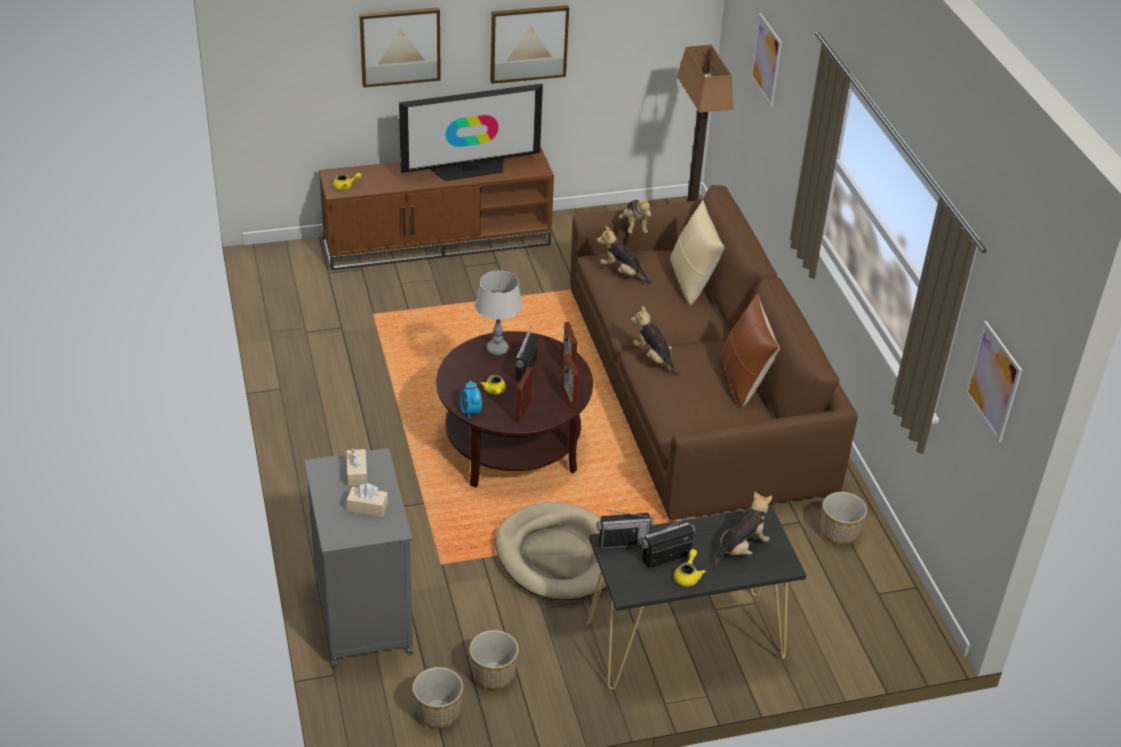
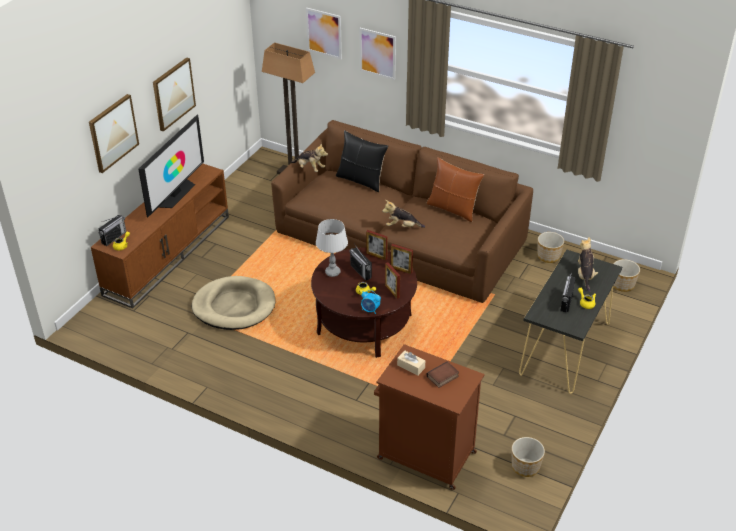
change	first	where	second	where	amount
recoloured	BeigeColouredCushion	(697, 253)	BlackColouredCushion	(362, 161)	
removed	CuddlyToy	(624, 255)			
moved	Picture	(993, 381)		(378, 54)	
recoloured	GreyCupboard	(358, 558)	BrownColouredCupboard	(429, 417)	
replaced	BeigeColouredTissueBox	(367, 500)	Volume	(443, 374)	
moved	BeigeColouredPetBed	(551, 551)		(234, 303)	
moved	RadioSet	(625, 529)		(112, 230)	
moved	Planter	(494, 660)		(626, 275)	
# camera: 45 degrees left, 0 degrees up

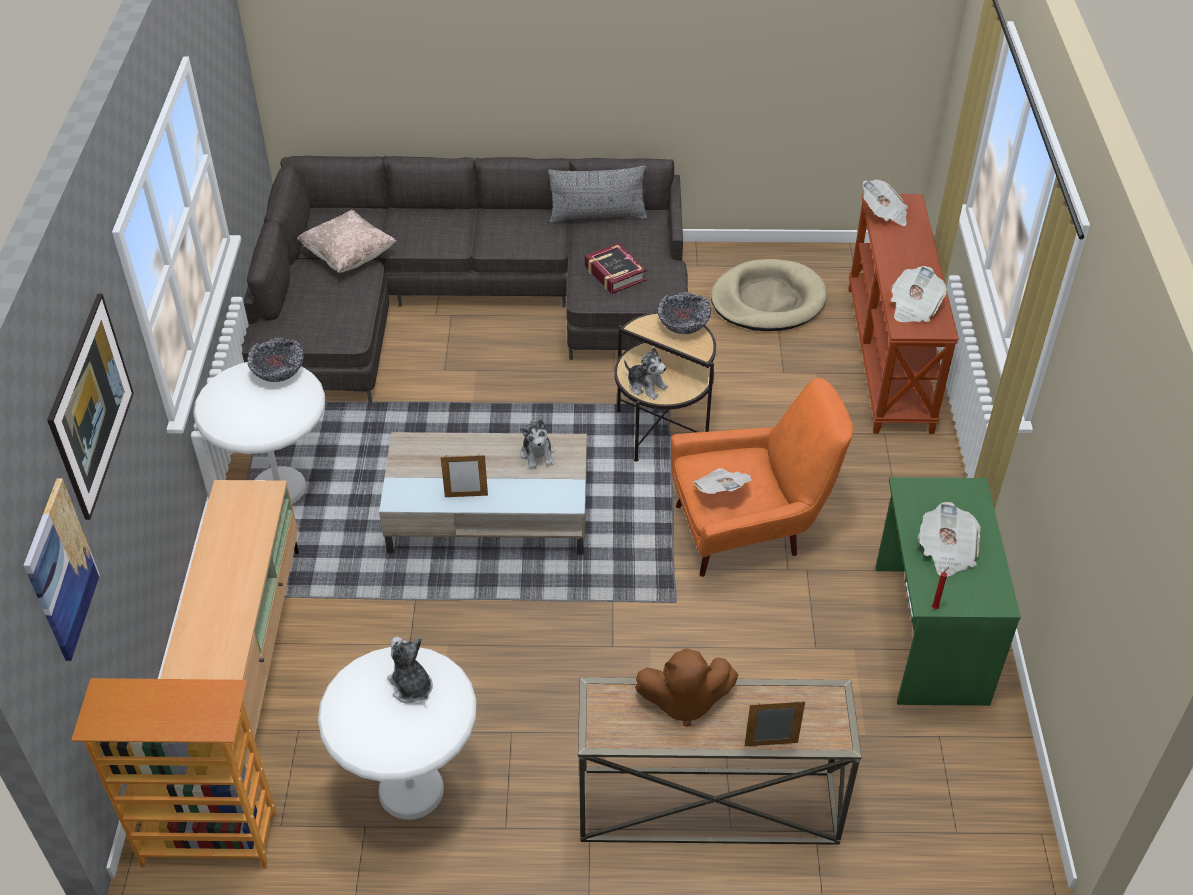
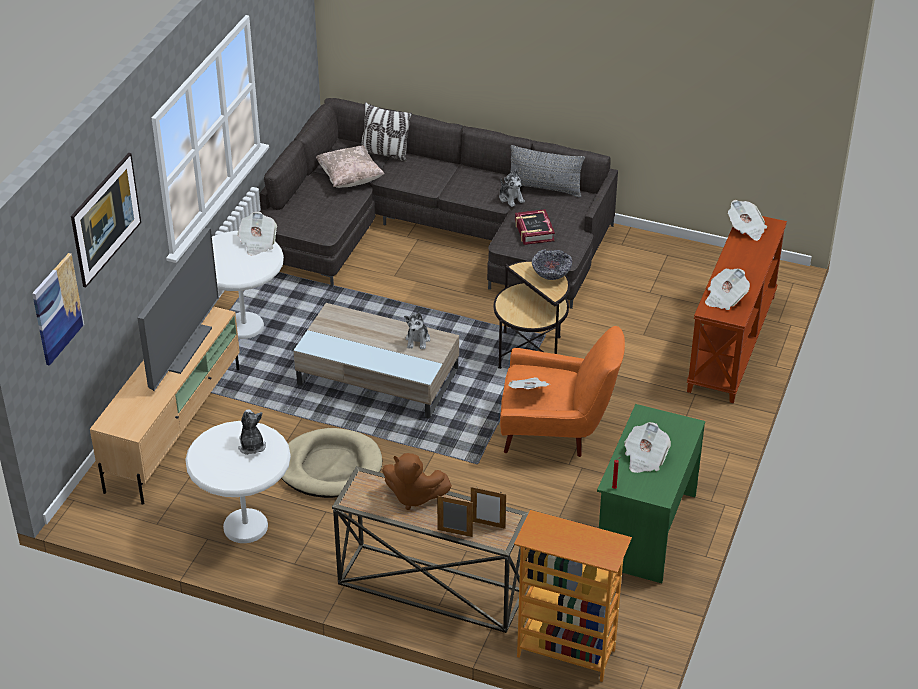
change	first	where	second	where	amount
moved	BeigeColouredPetBed	(769, 295)		(331, 463)	
replaced	ServingBowl	(275, 359)	PrintedPaper	(257, 234)	
moved	CuddlyToy	(646, 373)		(512, 188)	
moved	StandingFrame	(464, 476)		(488, 508)	
moved	Bookshelf	(174, 773)		(573, 596)	
added			Cushion	(387, 132)	
added			Television	(178, 309)	
# camera: 20 degrees right, 5 degrees down

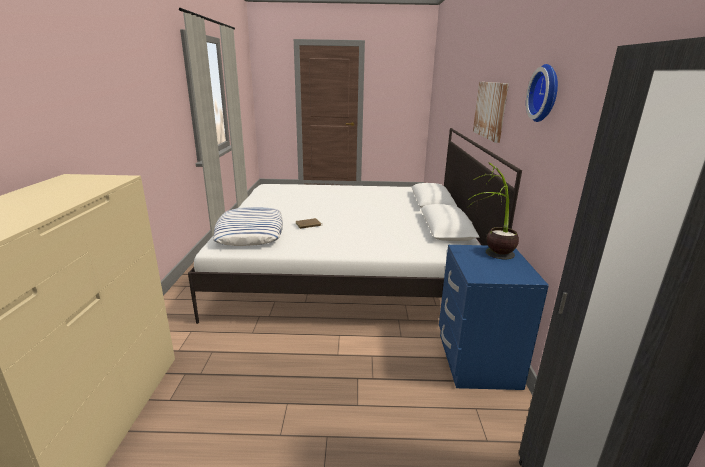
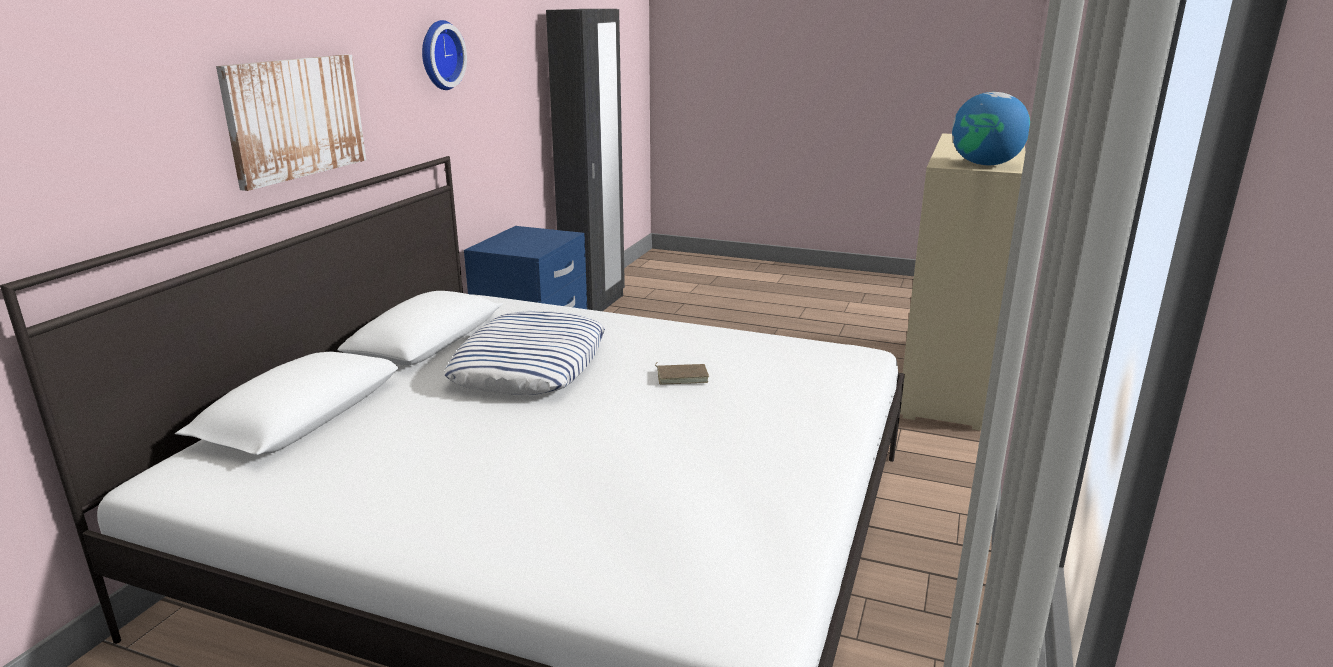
change	first	where	second	where	amount
removed	PlantInAPot	(493, 210)			
moved	Cushion	(248, 226)		(524, 353)	
added			DeskGlobe	(991, 128)	
# camera: 160 degrees left, 0 degrees up

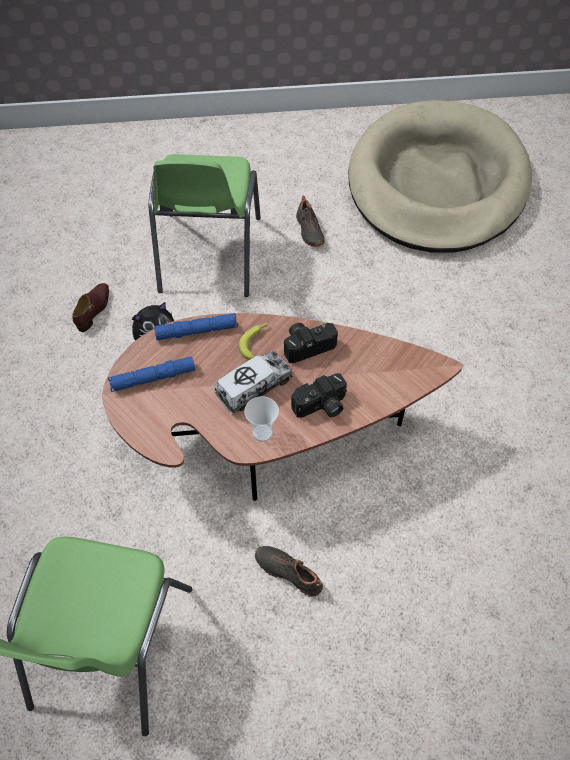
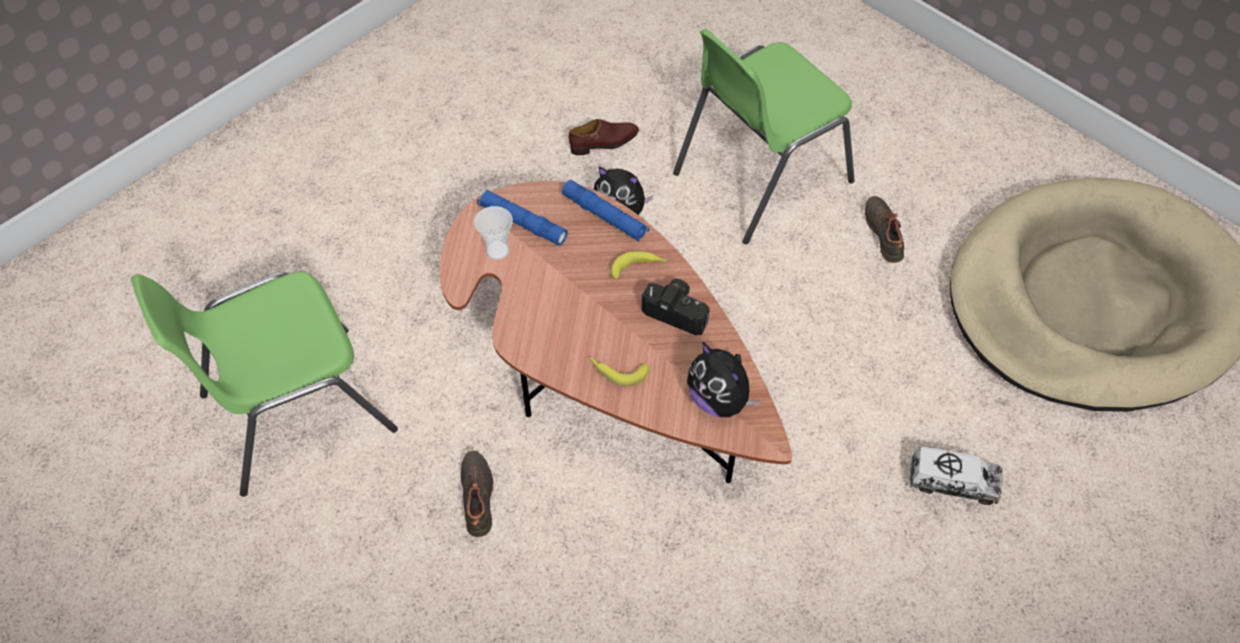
change	first	where	second	where	amount
turned	BlackColouredShoe	(310, 221)		(884, 229)	135 degrees clockwise
moved	ToyLorry	(254, 382)		(956, 476)	
replaced	PhotoCamera	(319, 395)	WholeBanana	(619, 372)	
moved	SmallCup	(261, 419)		(493, 233)	
added			CuddlyToy	(724, 379)	
# camera: 50 degrees right, 0 degrees up

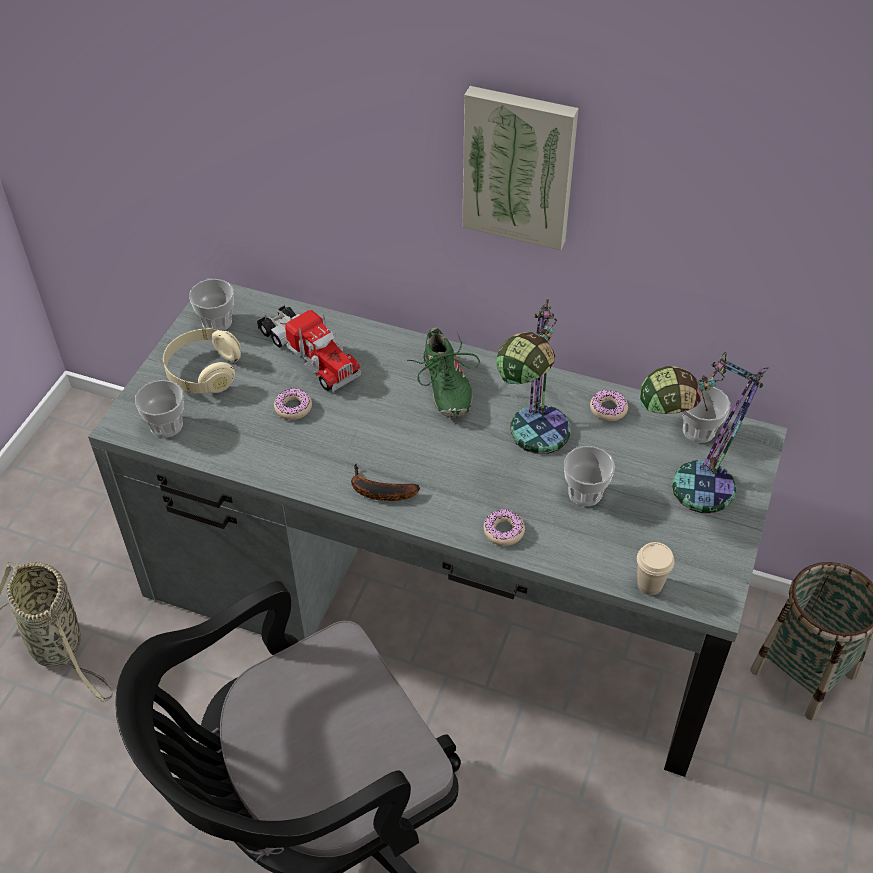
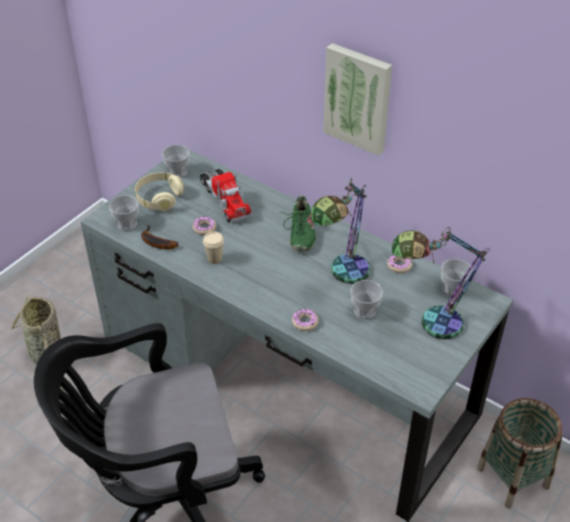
change	first	where	second	where	amount
moved	WholeBanana	(385, 482)		(160, 237)	
moved	BeigeColouredSmallCup	(655, 568)		(213, 247)	
# camera: 15 degrees right, 5 degrees down

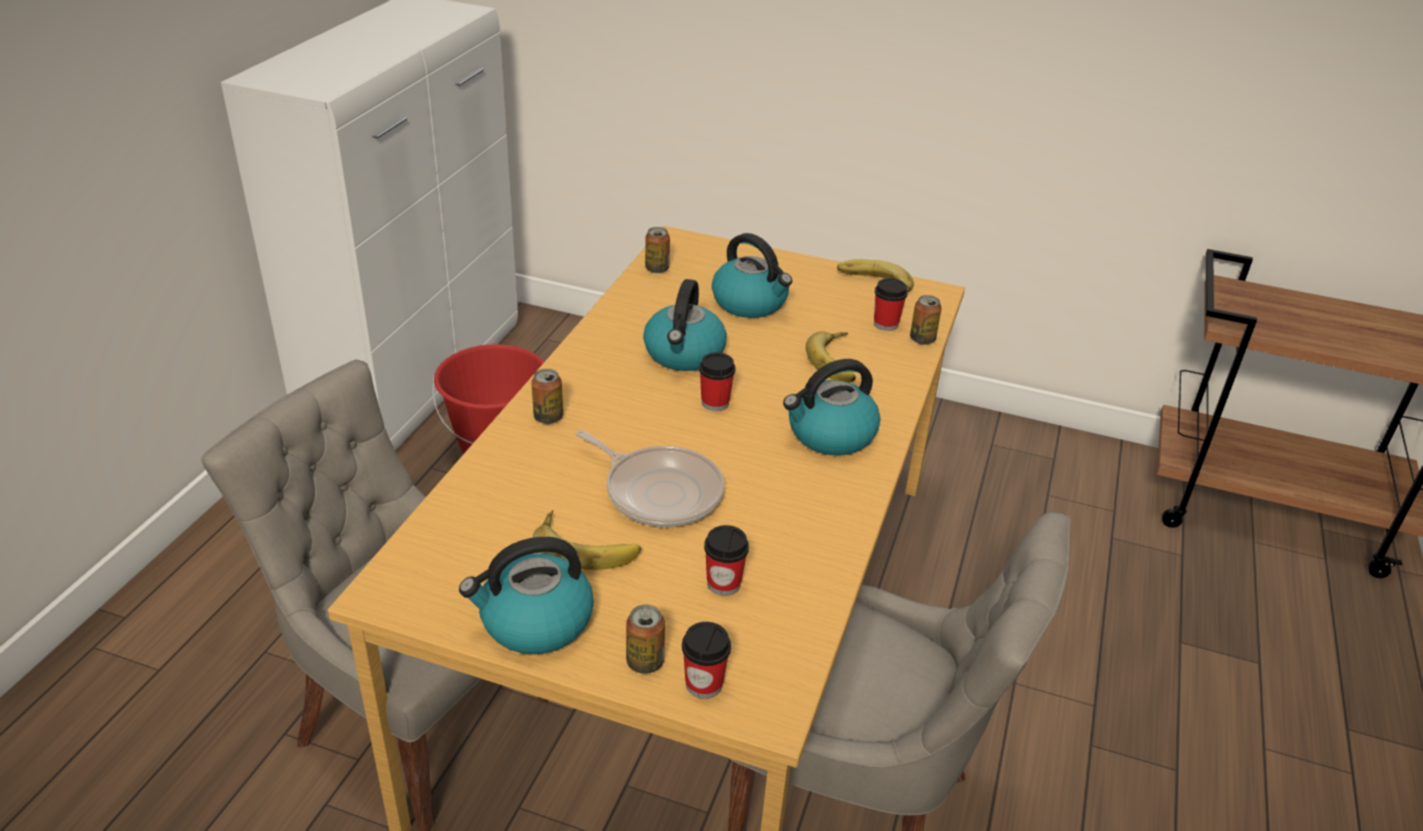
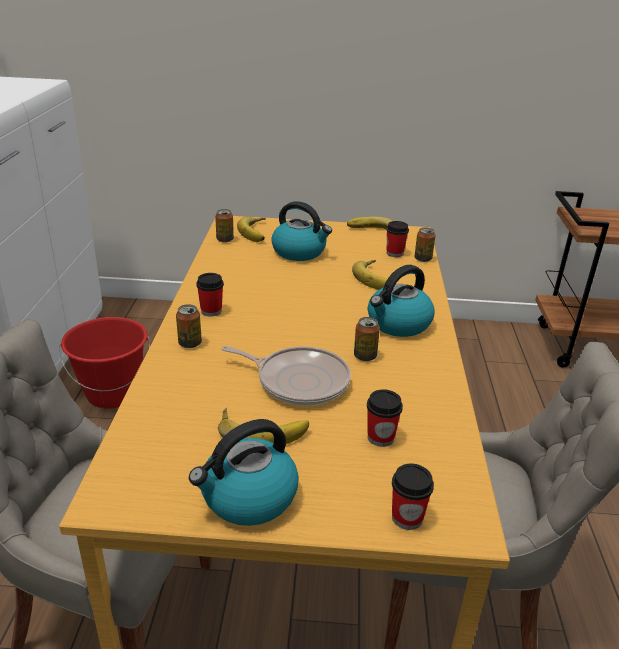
change	first	where	second	where	amount
removed	WaterKettle	(685, 325)			
moved	SmallCup	(717, 381)		(210, 294)	
moved	Can	(645, 639)		(367, 339)	
added			WholeBanana	(251, 229)	
# camera: 15 degrees left, 5 degrees down

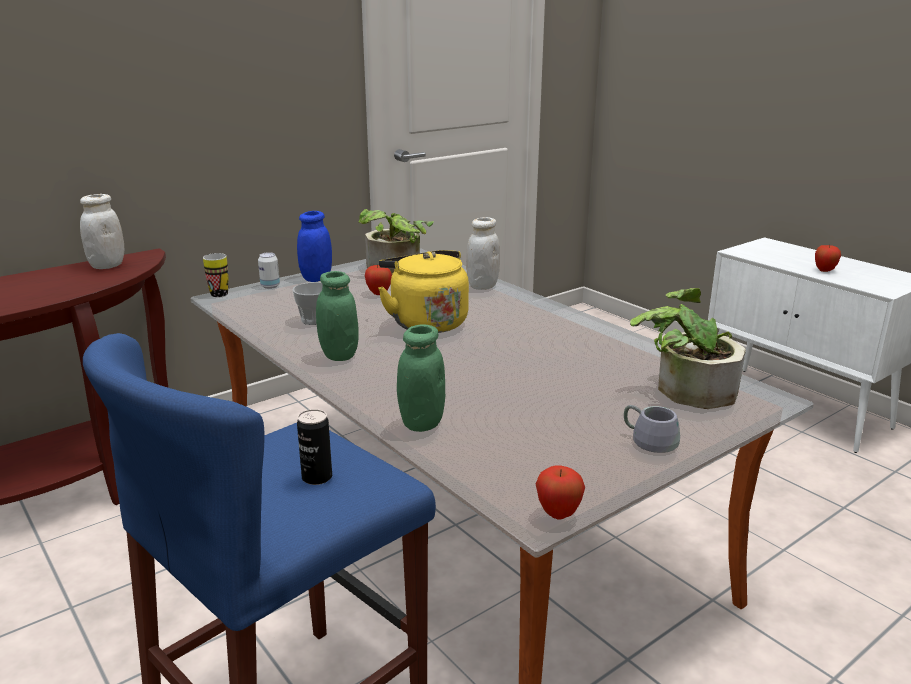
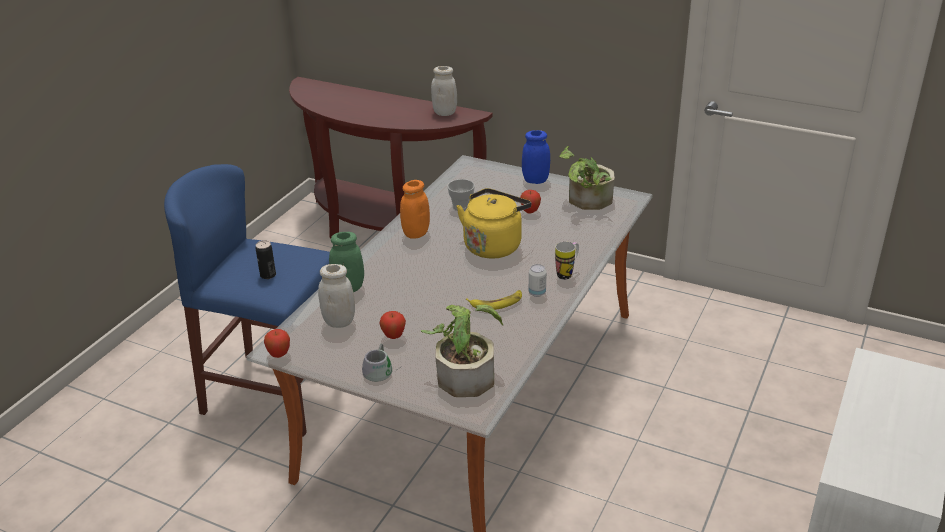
change	first	where	second	where	amount
moved	WhitishJar	(483, 253)		(336, 296)	
moved	AppleFruit	(828, 258)		(392, 325)	
moved	Can	(269, 270)		(537, 280)	
moved	CoffeeMug	(216, 275)		(567, 261)	
recoloured	GreenishJar	(337, 316)	OrangeColouredJar	(415, 209)	
added			WholeBanana	(494, 300)	
# camera: 65 degrees right, 10 degrees up

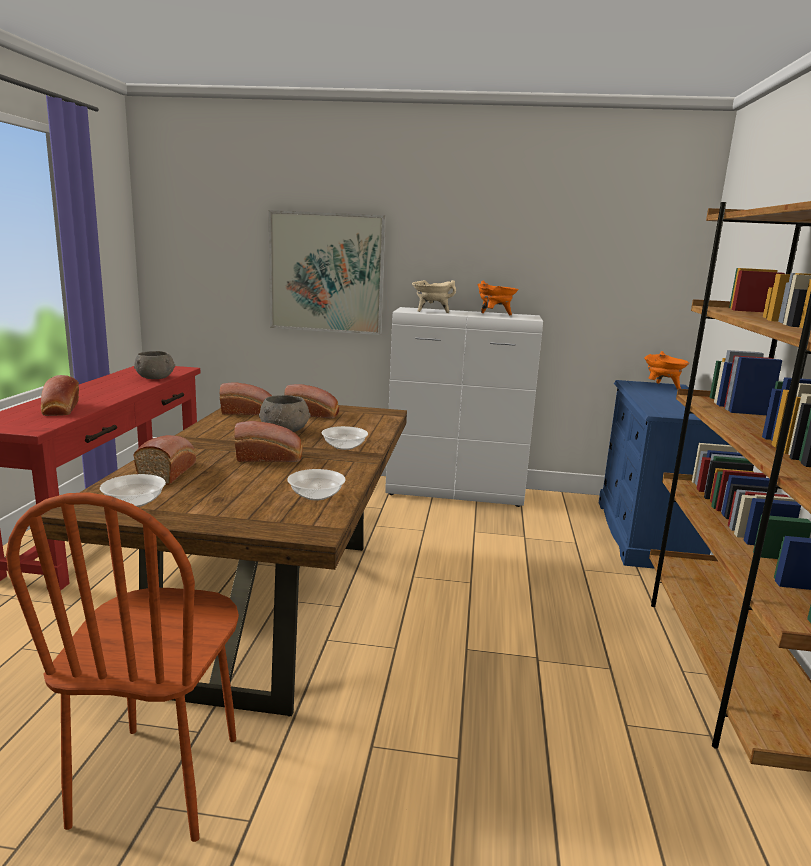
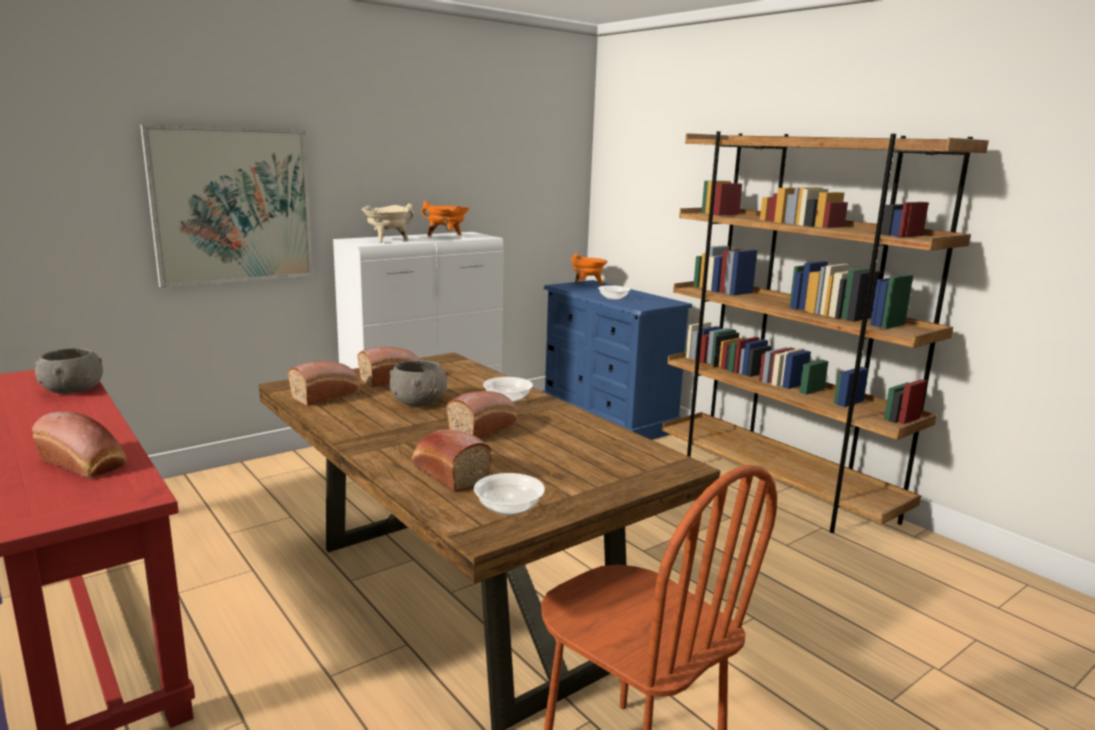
change	first	where	second	where	amount
moved	ServingBowl	(316, 485)		(614, 292)	
# camera: 45 degrees left, 0 degrees up

